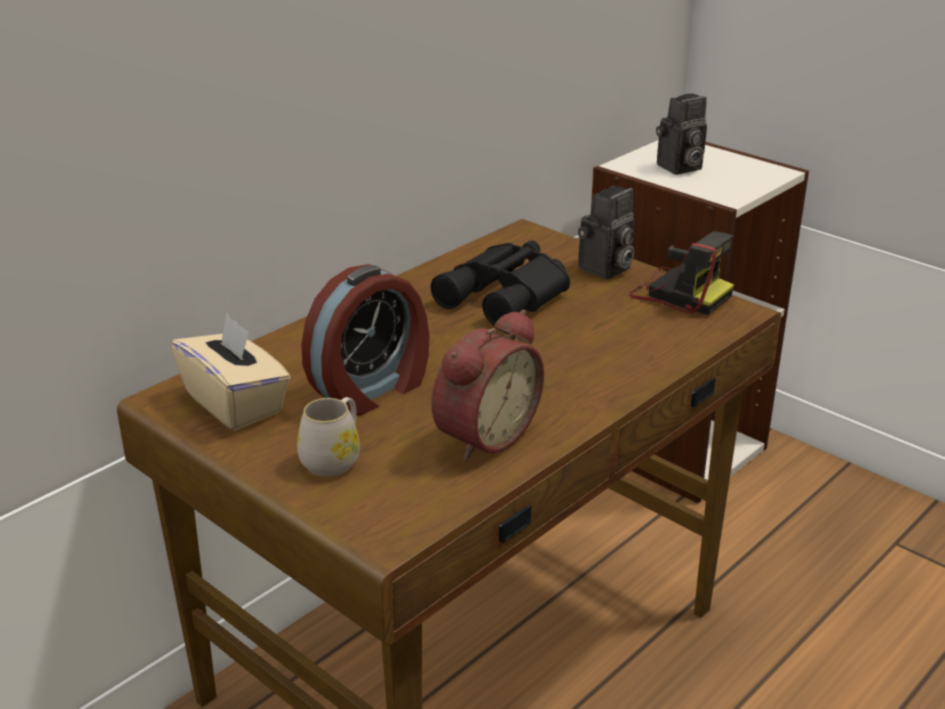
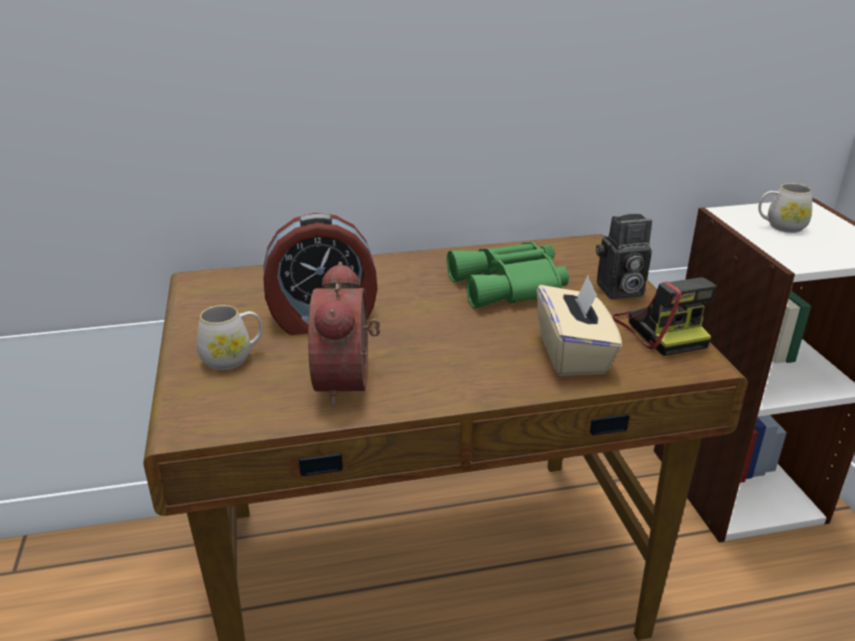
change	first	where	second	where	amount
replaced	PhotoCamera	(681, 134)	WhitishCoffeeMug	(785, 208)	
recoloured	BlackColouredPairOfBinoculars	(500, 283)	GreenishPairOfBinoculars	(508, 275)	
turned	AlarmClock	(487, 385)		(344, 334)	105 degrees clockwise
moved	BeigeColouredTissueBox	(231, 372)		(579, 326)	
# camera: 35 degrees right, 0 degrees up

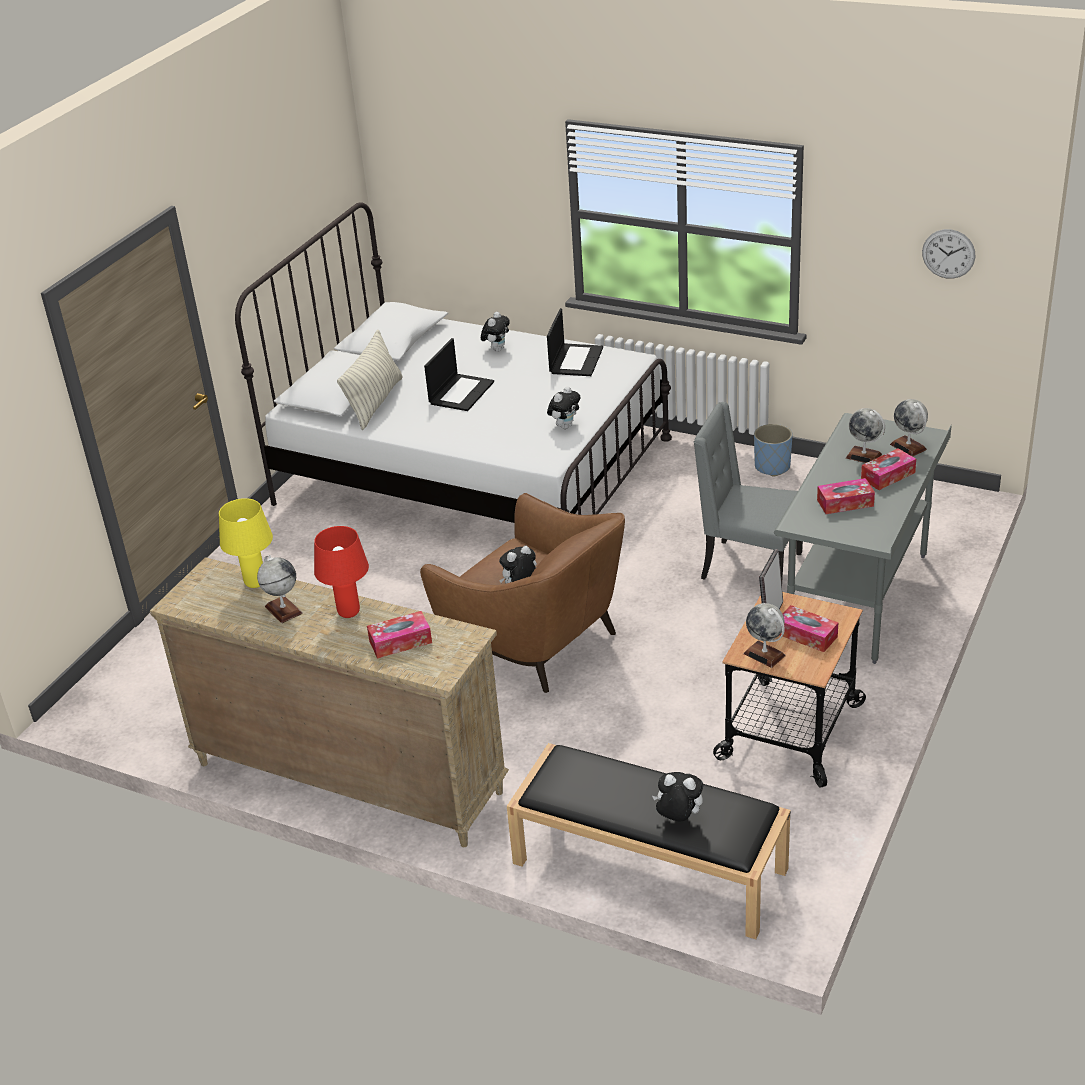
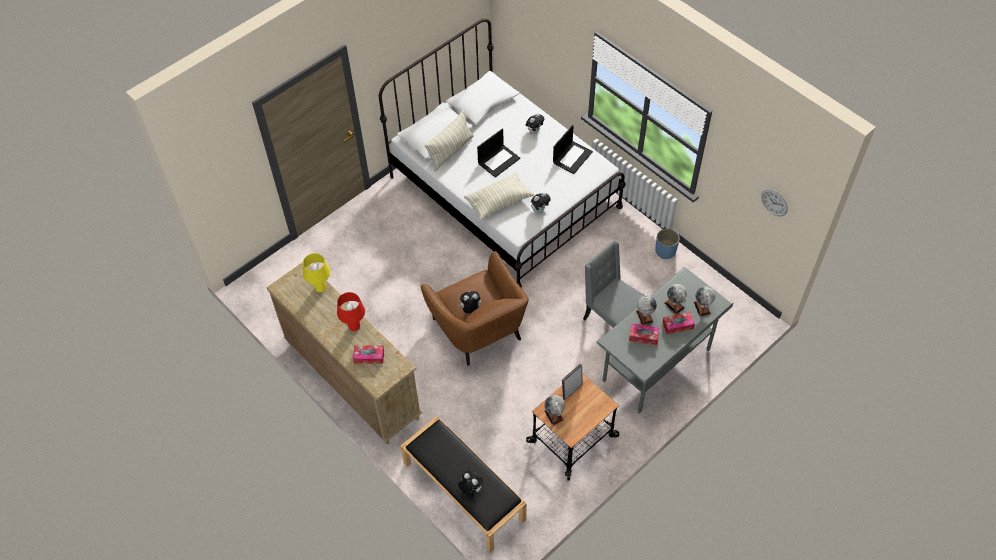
change	first	where	second	where	amount
moved	DeskGlobe	(280, 589)		(646, 309)	
removed	TissueBox	(808, 628)			
added			Cushion	(499, 196)	
# camera: 20 degrees right, 20 degrees up

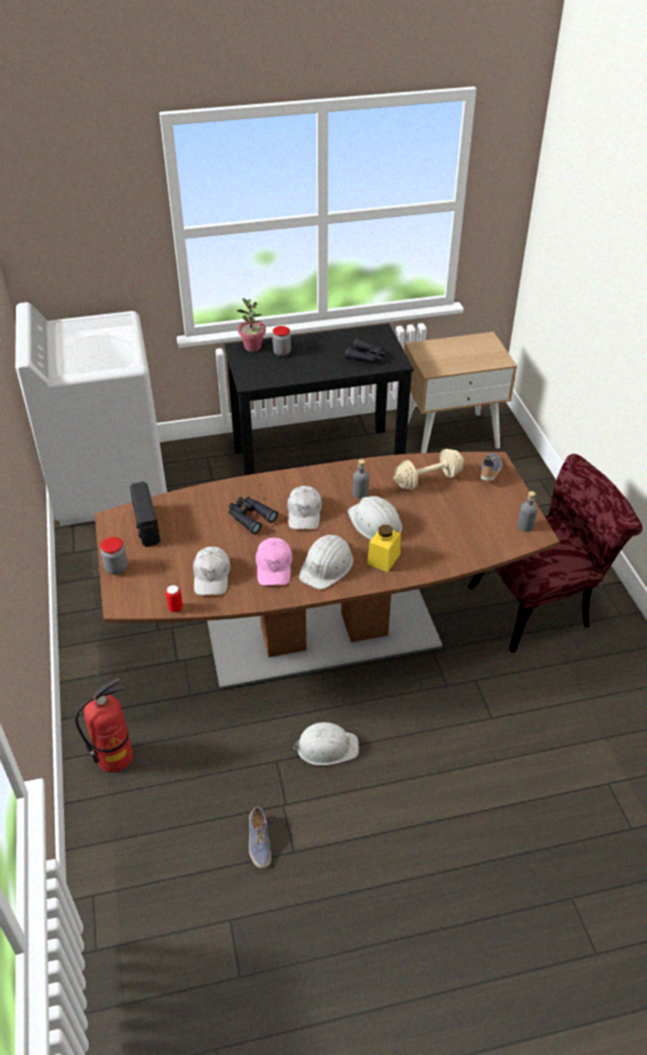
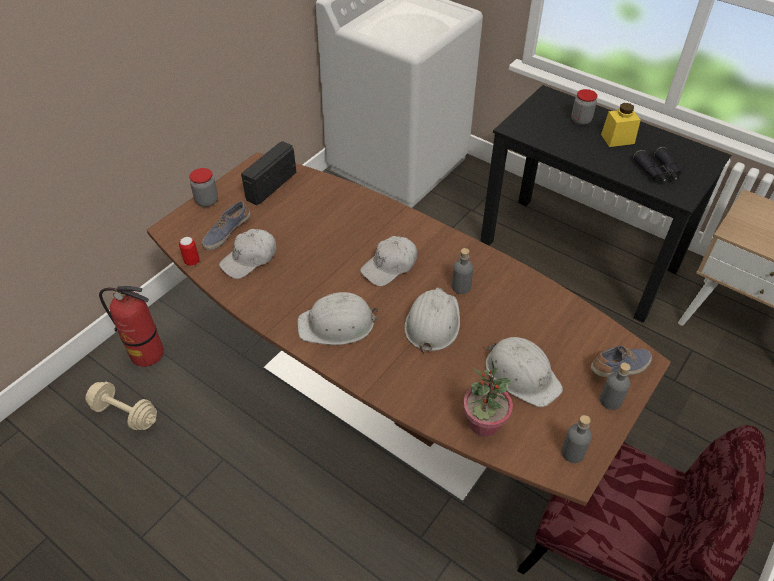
change	first	where	second	where	amount
moved	PlantInAPot	(251, 325)		(488, 397)	
moved	BeigeColouredFreeWeight	(429, 469)		(121, 406)	
removed	BlackColouredPairOfBinoculars	(253, 515)			
moved	YellowJar	(384, 548)		(621, 125)	
removed	PinkishBaseballCap	(274, 561)			
moved	WhitishSafetyHelmet	(326, 744)		(524, 372)	
moved	Shoe	(260, 837)		(226, 225)	
added			GreyDrinkBottle	(615, 386)	
# camera: 50 degrees right, 5 degrees up

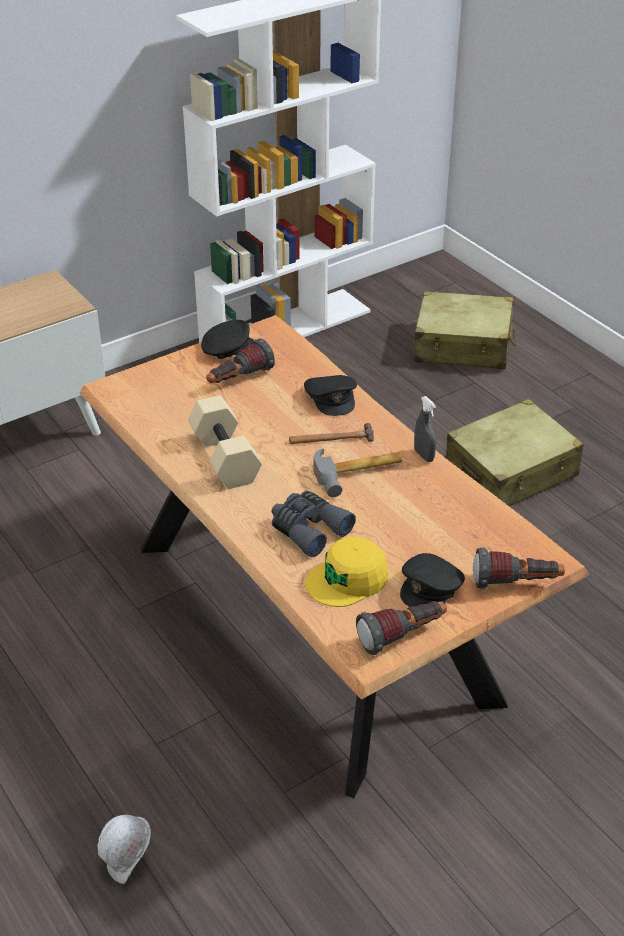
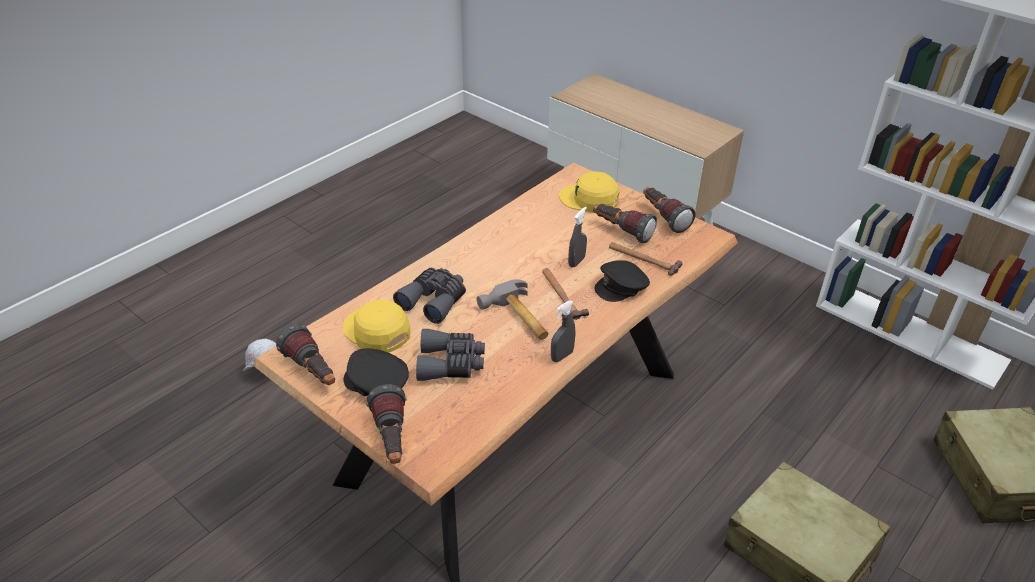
change	first	where	second	where	amount
replaced	BlackColouredBaseballCap	(227, 339)	Flashlight	(669, 210)	
removed	BeigeColouredFreeWeight	(225, 442)			
added			YellowBaseballCap	(589, 192)	
added			GreySprayer	(577, 237)	
added			Hammer	(645, 259)	
added			GreyPairOfBinoculars	(450, 355)	
# camera: 75 degrees right, 0 degrees up

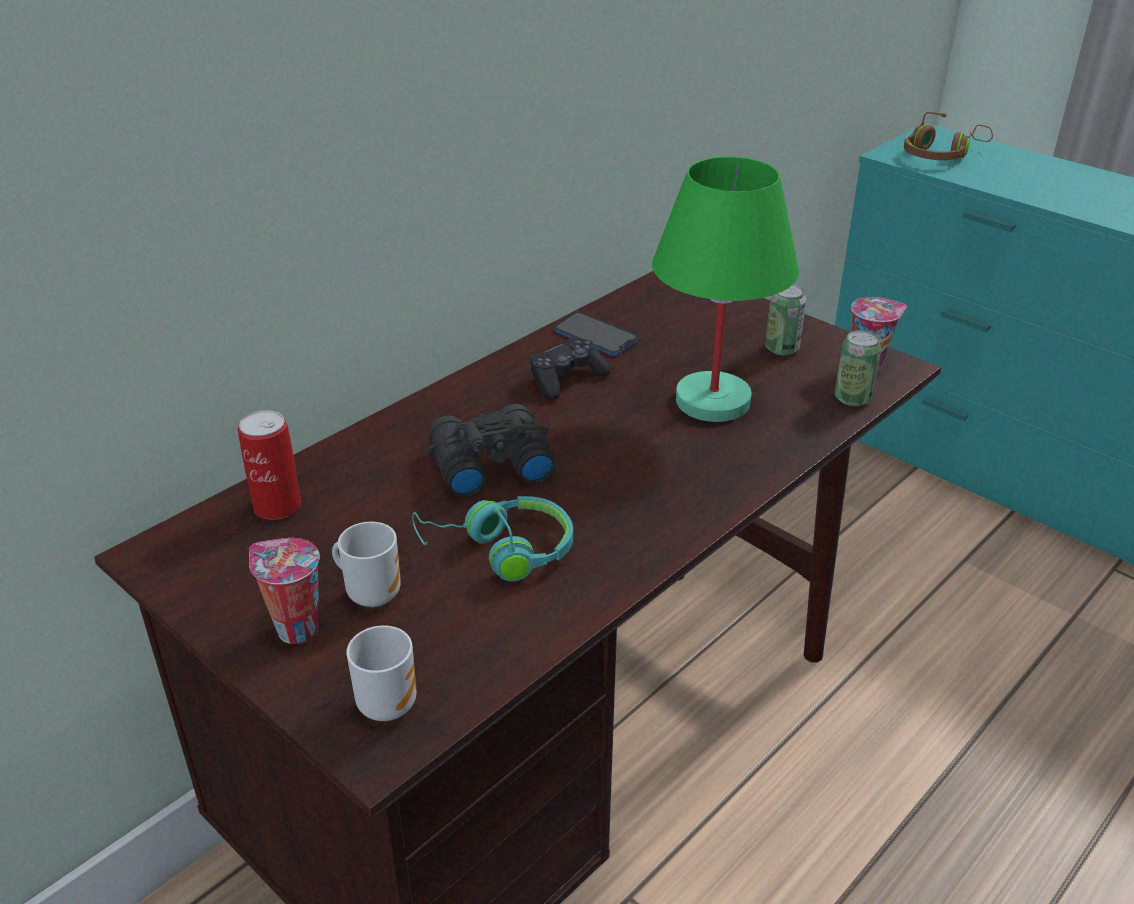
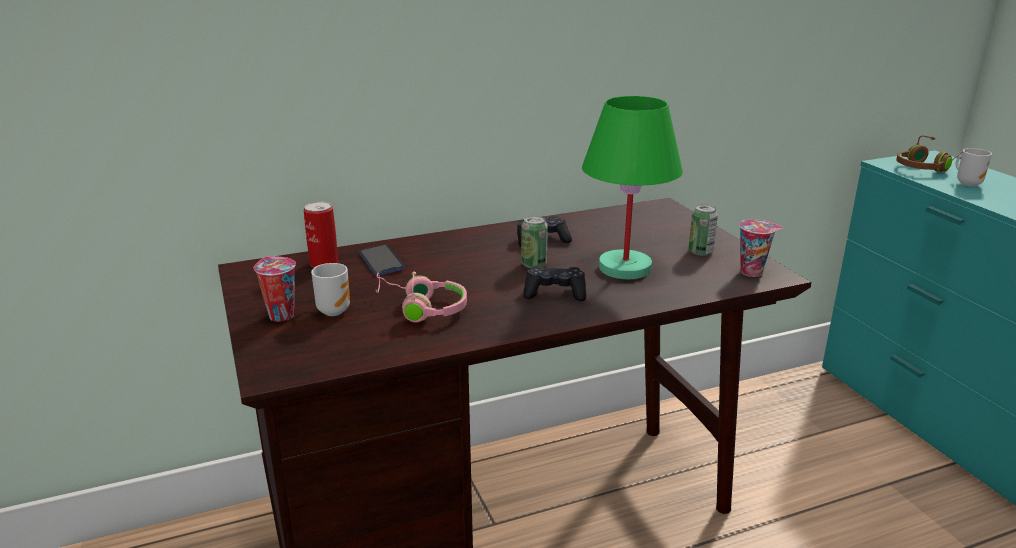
change	first	where	second	where	amount
moved	Telephone	(596, 334)		(381, 259)	
moved	Can	(857, 368)		(534, 242)	
removed	BlackColouredPairOfBinoculars	(492, 451)			
recoloured	TurquoiseColouredHeadset	(492, 539)	PinkishHeadset	(421, 297)	
moved	CoffeeMug	(381, 673)		(973, 167)	
added			BlackColouredGamepad	(554, 283)	
# camera: 25 degrees right, 10 degrees down

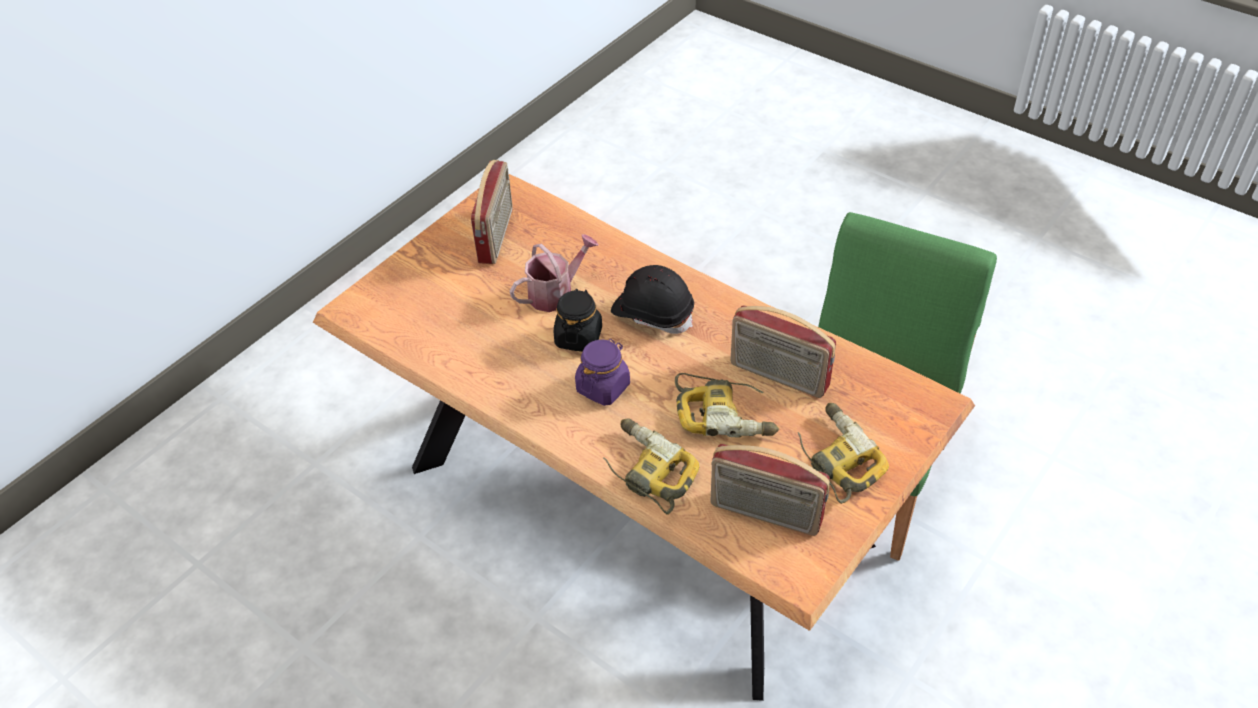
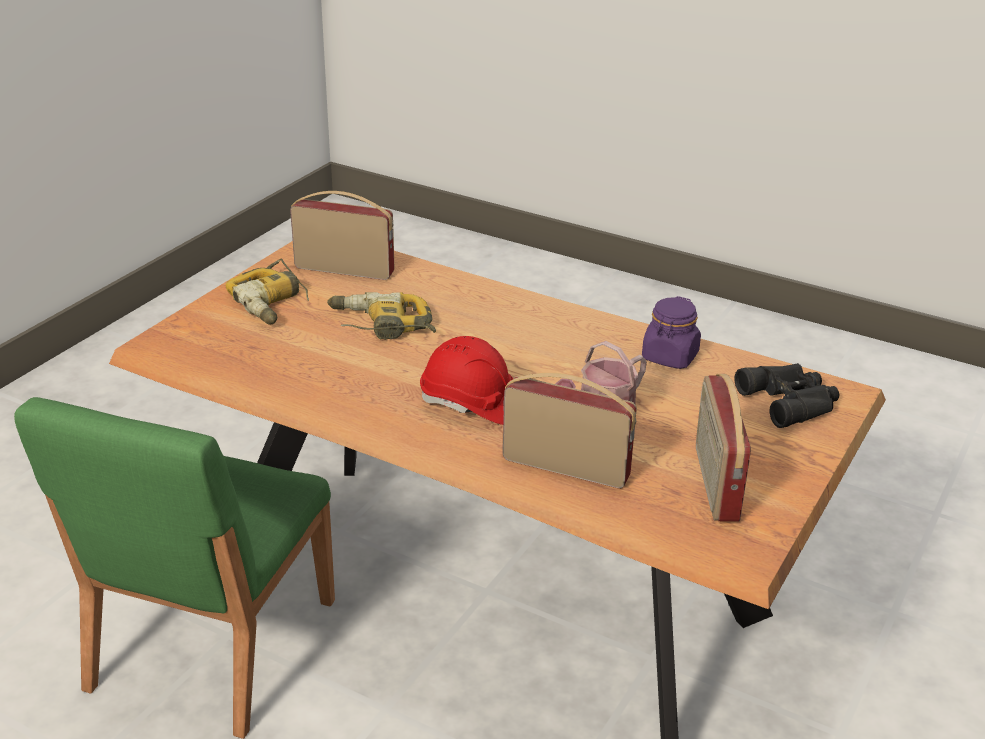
change	first	where	second	where	amount
recoloured	BlackColouredSafetyHelmet	(652, 299)	ReddishSafetyHelmet	(466, 380)	
removed	BlackColouredJar	(578, 320)			
moved	RadioSet	(783, 351)		(570, 430)	
moved	PurpleJar	(602, 372)		(671, 332)	
removed	Drill	(651, 466)			
added			BlackColouredPairOfBinoculars	(787, 395)	
# camera: 170 degrees right, 15 degrees down

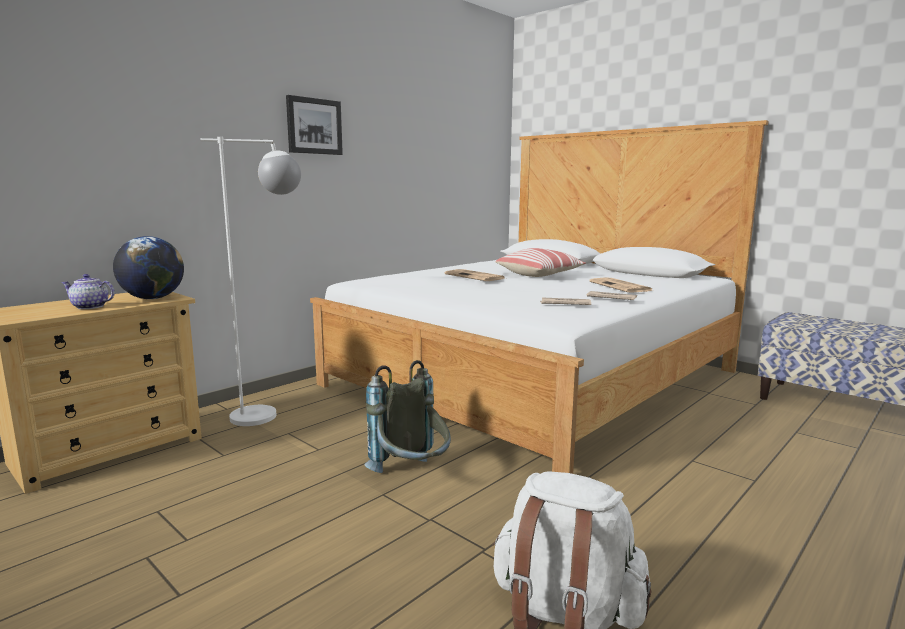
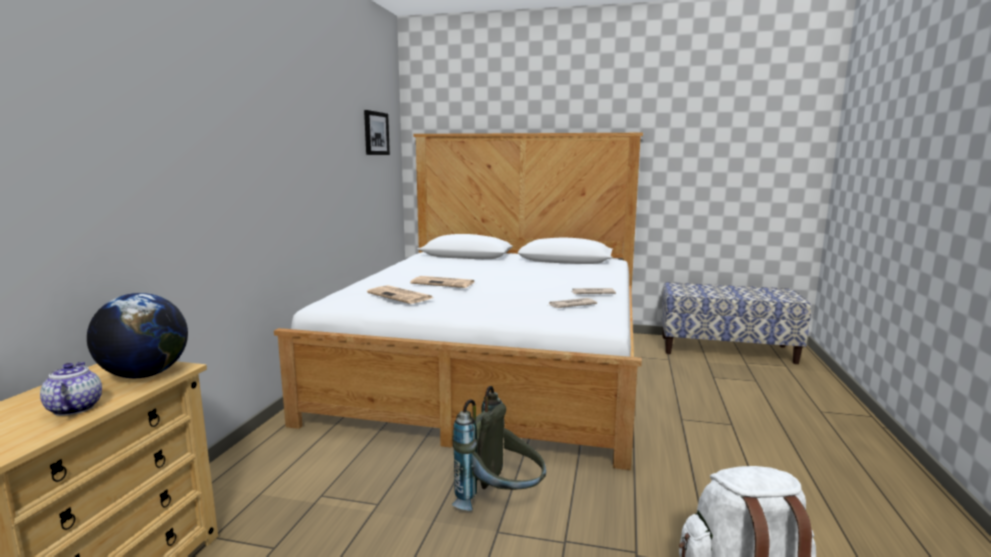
change	first	where	second	where	amount
moved	Picture	(314, 125)		(377, 132)	
removed	WhitishFloorLamp	(250, 281)			
removed	Cushion	(540, 262)			
turned	Teapot	(88, 291)		(71, 389)	90 degrees clockwise
moved	PrintedPaper	(621, 285)		(400, 294)	
# camera: 30 degrees left, 0 degrees up

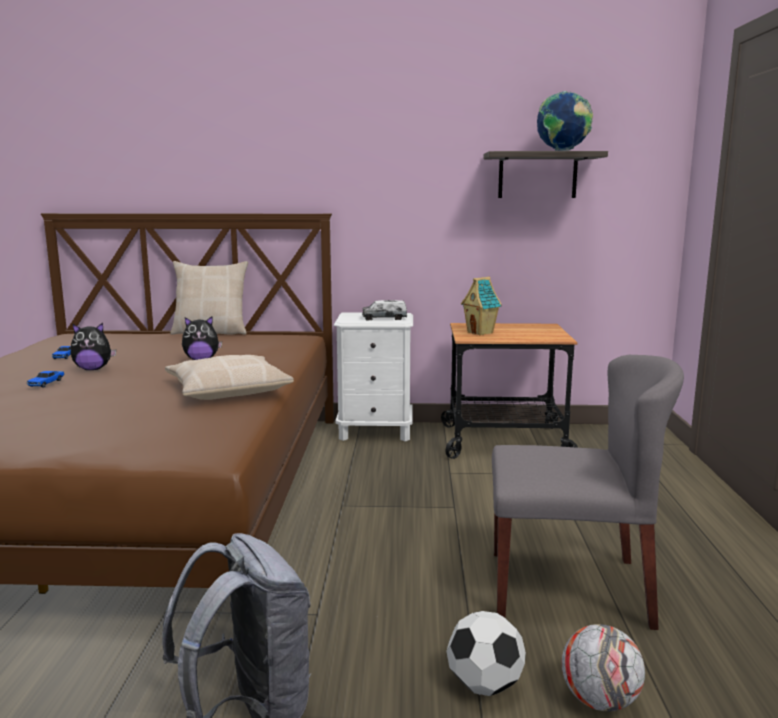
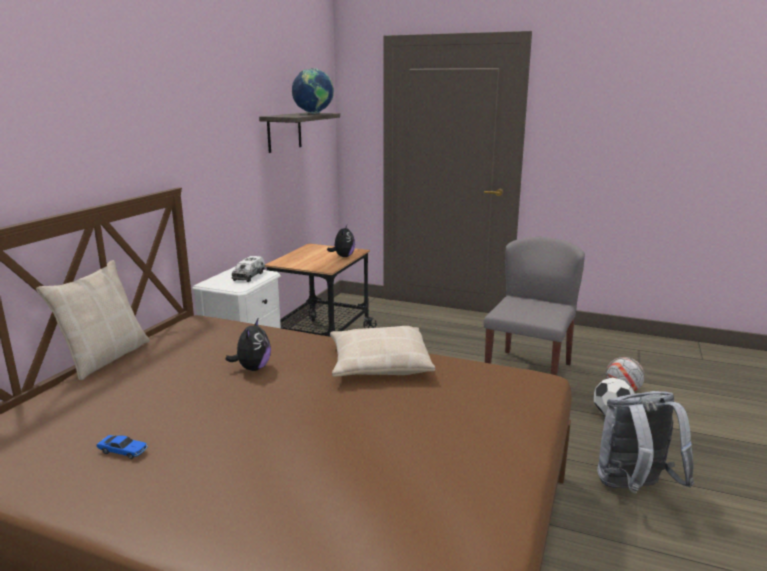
change	first	where	second	where	amount
removed	MiniatureHouse	(481, 306)			
moved	CuddlyToy	(93, 346)		(341, 241)	
removed	MiniatureCar	(45, 379)			
# camera: 70 degrees left, 5 degrees up

